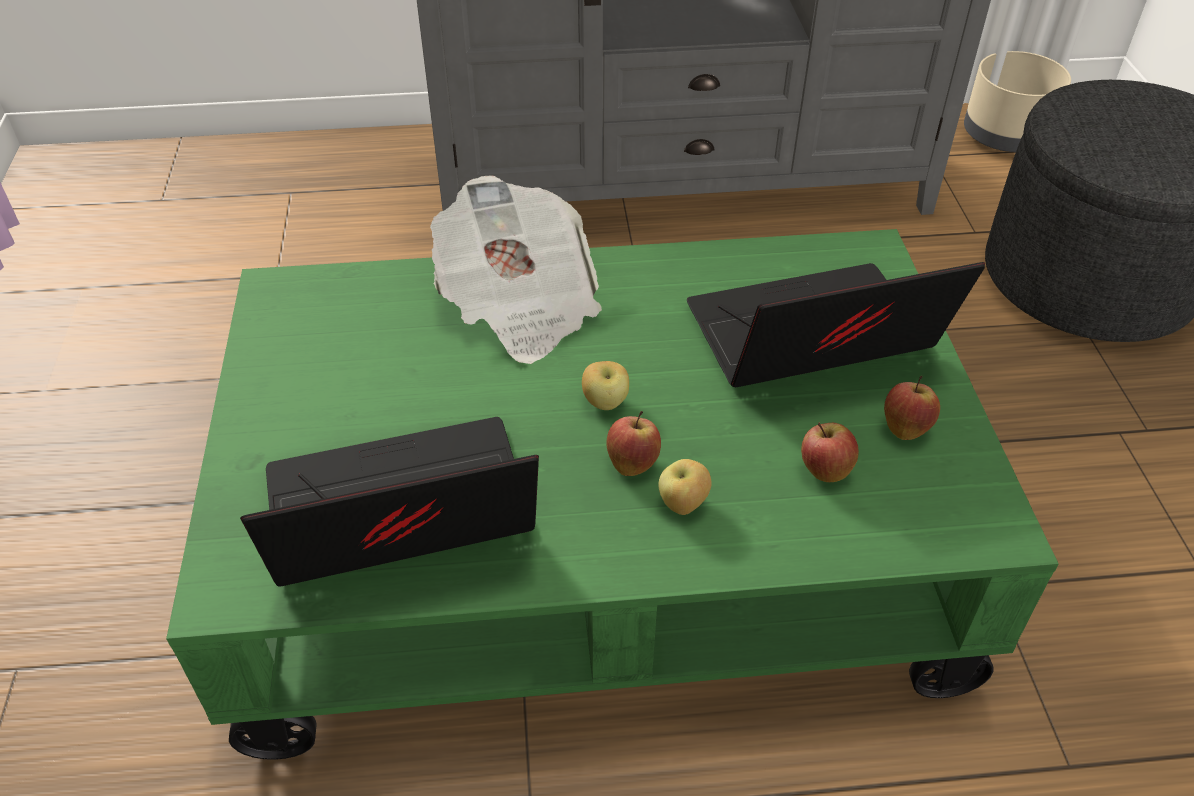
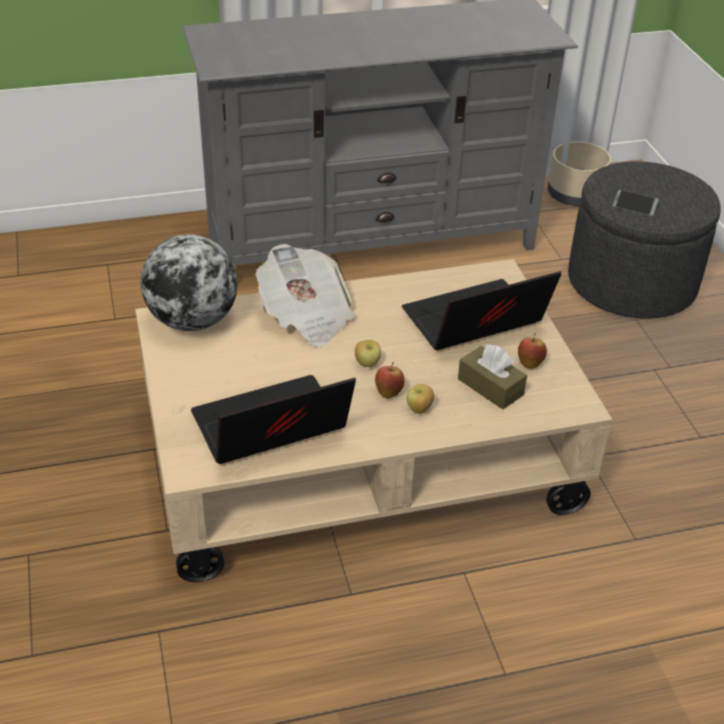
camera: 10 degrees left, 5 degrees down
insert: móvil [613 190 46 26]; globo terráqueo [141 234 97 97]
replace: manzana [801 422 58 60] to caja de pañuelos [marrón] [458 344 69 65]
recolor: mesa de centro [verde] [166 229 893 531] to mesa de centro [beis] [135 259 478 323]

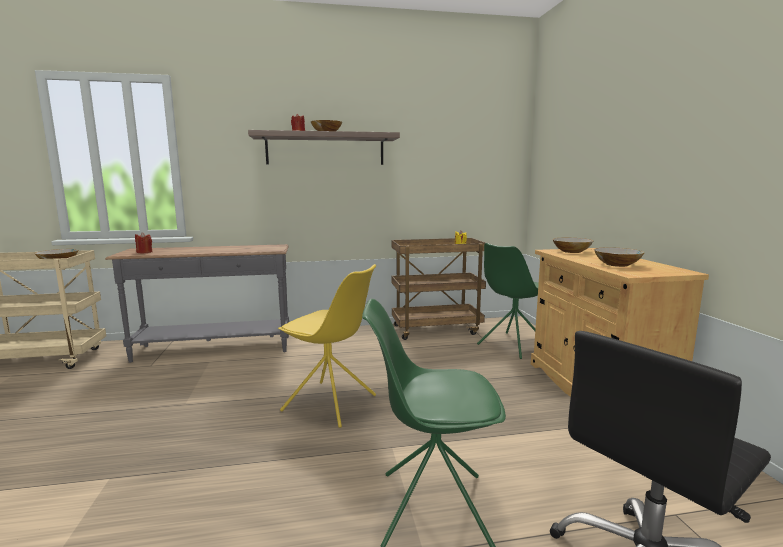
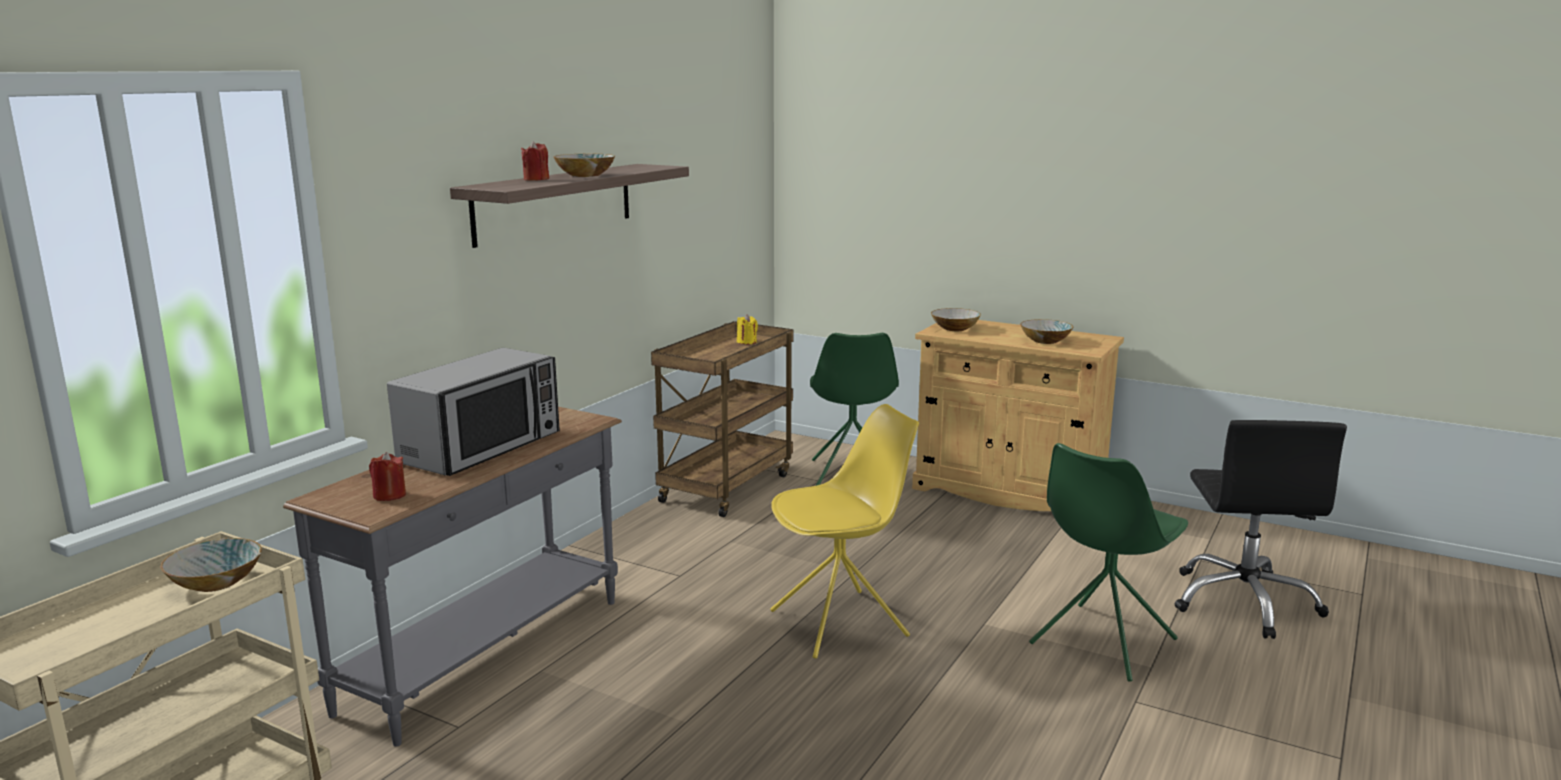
camera: 50 degrees left, 5 degrees up
insert: microondas [387 348 173 128]

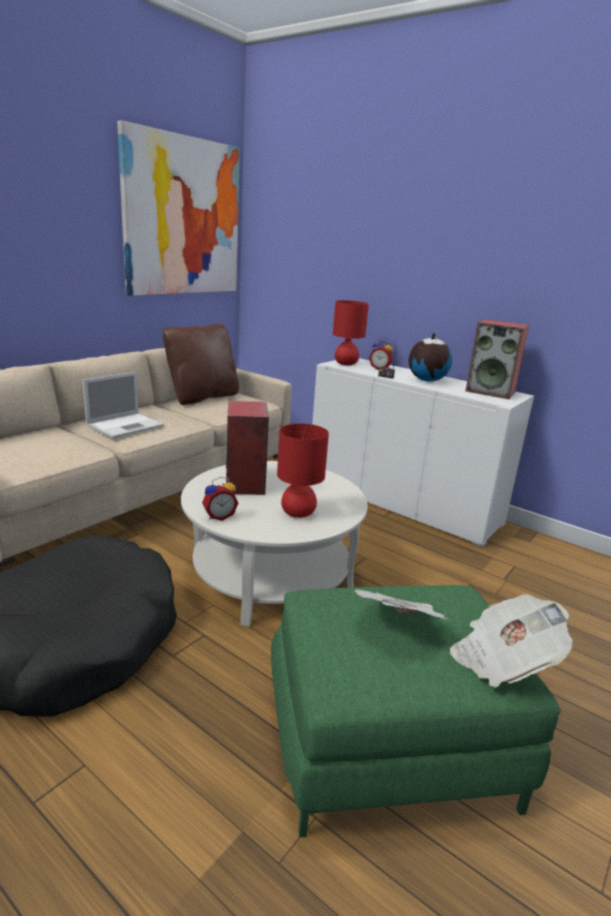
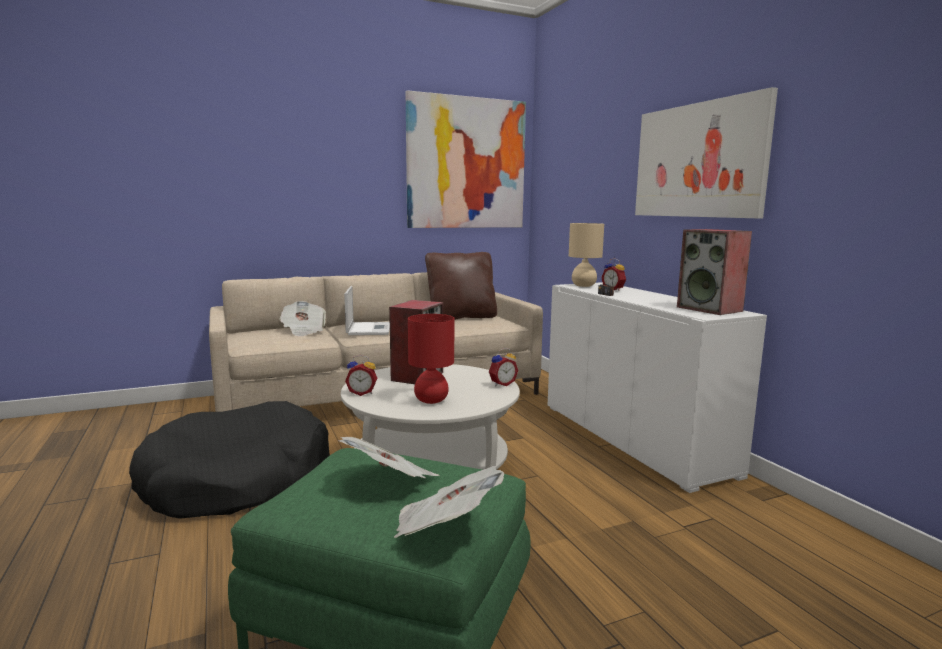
camera: 30 degrees right, 10 degrees down
delete: globo terráqueo [409 332 44 50]
insert: cuadro [635 87 143 131]; periódico [279 301 47 35]; despertador [489 348 29 38]
recolor: lámpara de mesa [rojo] [333 300 36 65] to lámpara de mesa [beis] [569 223 35 64]
rotate: portátil [83 372 81 67] = [344 286 46 49] 75 degrees counterclockwise

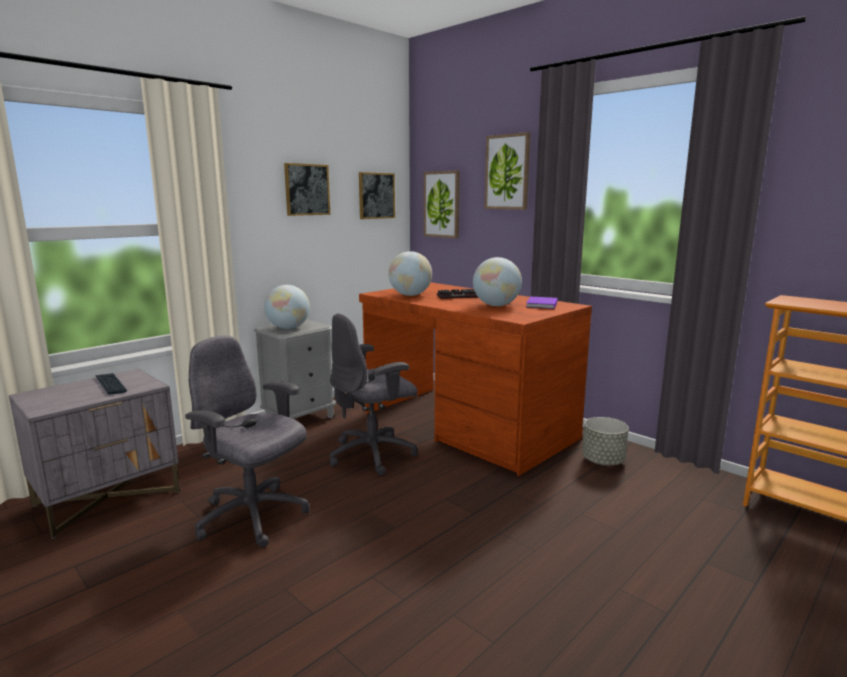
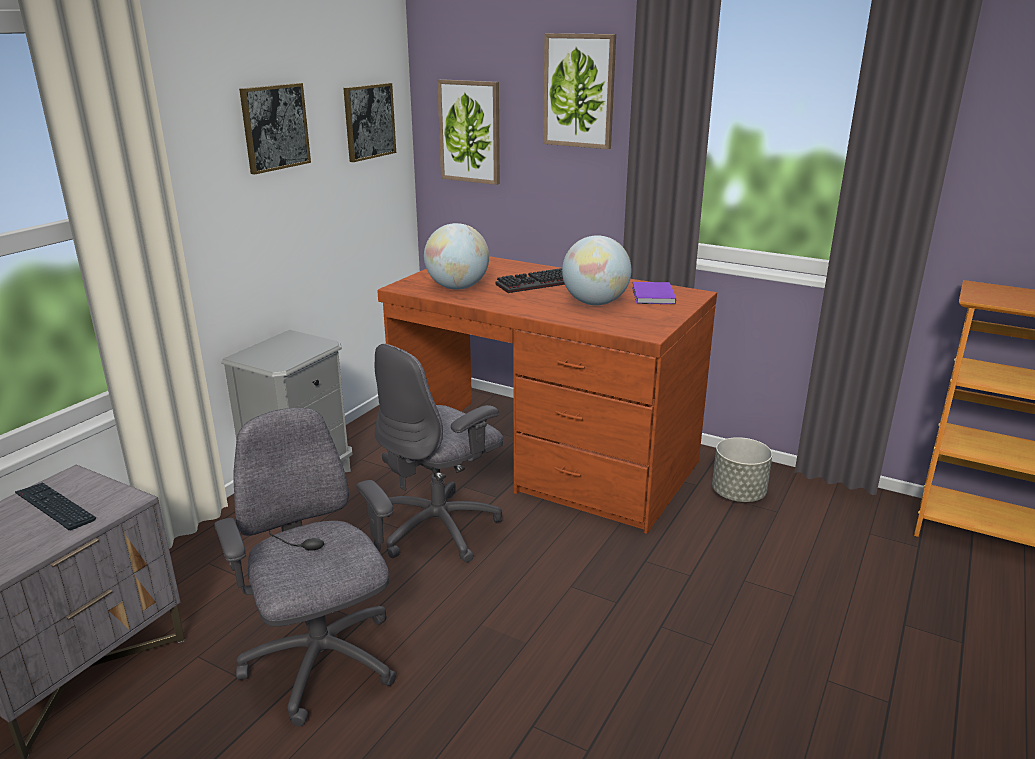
camera: 15 degrees left, 10 degrees up
delete: globo terráqueo [264 285 46 44]
rotate: silla de oficina [gris] [185 336 125 211] = [215 408 182 318] 45 degrees clockwise

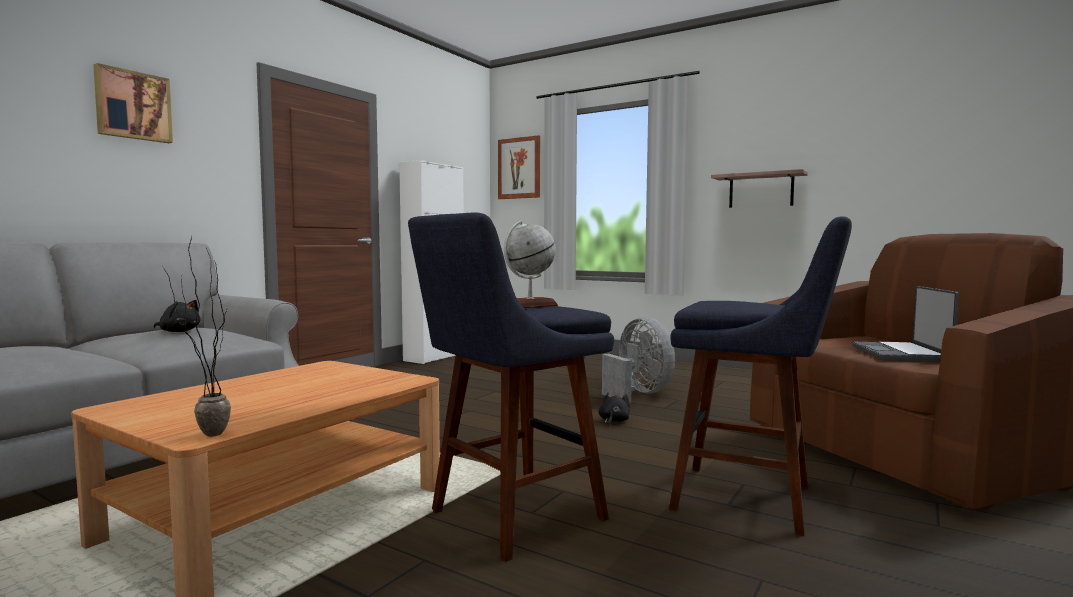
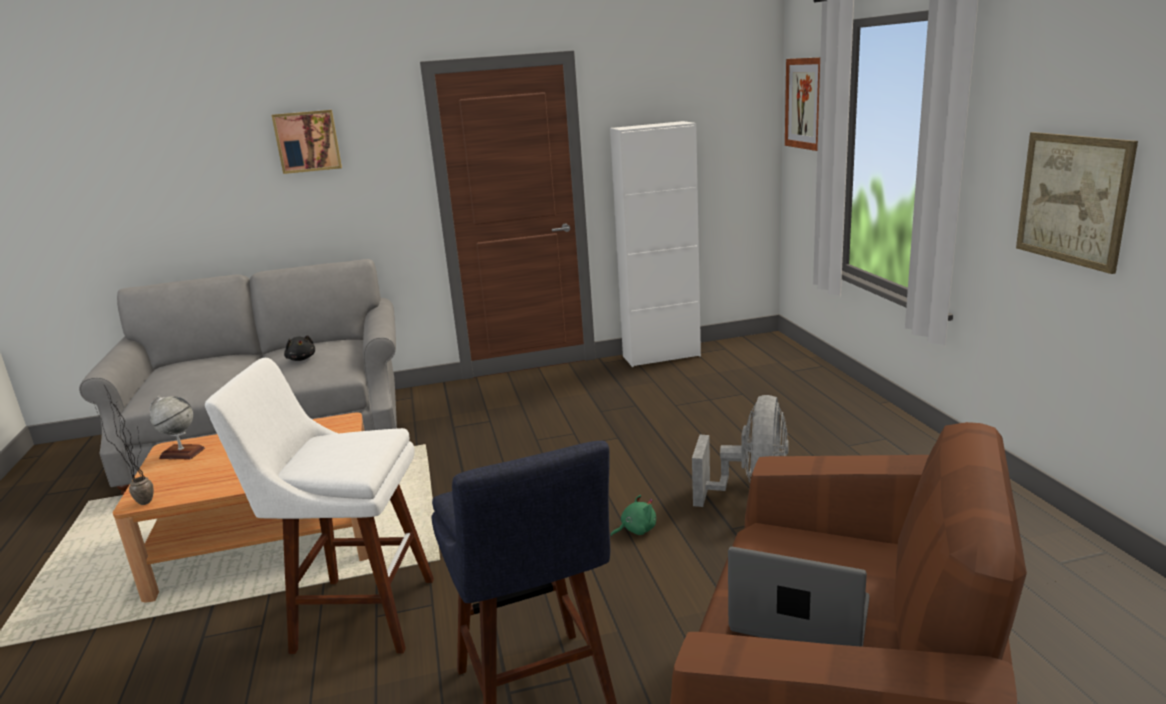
camera: 45 degrees right, 15 degrees up
move: globo terráqueo [504 221 54 87] to [150 396 55 63]
replace: estante [711 169 97 39] to cuadro [1016 132 122 142]
recolor: taburete [azul] [408 213 206 349] to taburete [blanco] [205 358 229 296]; peluche [negro] [598 392 32 34] to peluche [verde] [610 495 46 42]
rotate: portátil [852 286 108 76] = [728 547 141 100] 60 degrees clockwise

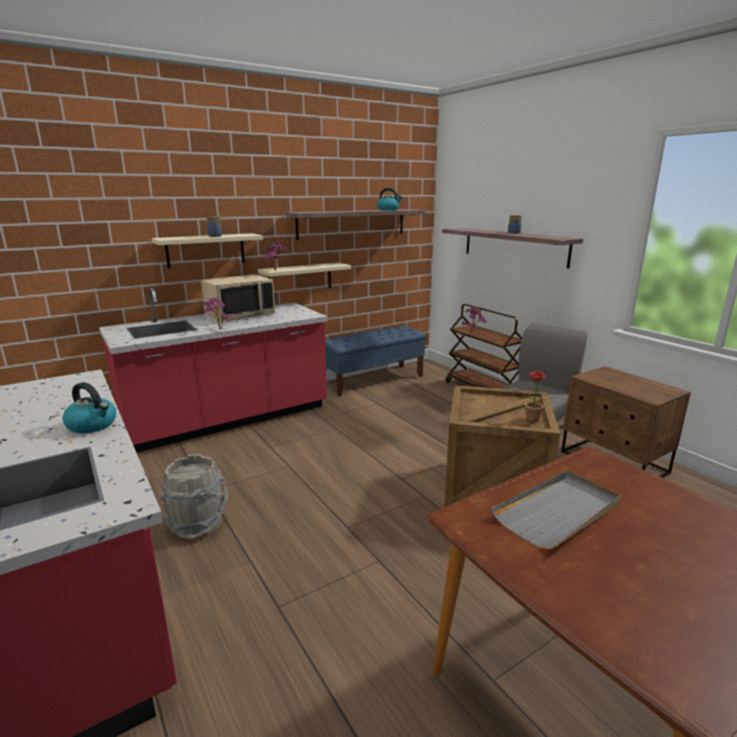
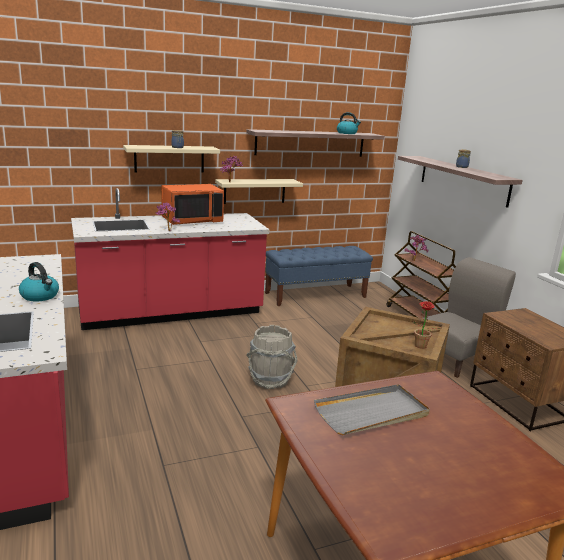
camera: 10 degrees right, 0 degrees up
move: cubo [gris] [160 454 69 85] to [246 325 51 64]
recolor: microondas [beis] [201 274 74 48] to microondas [naranja] [161 184 63 41]

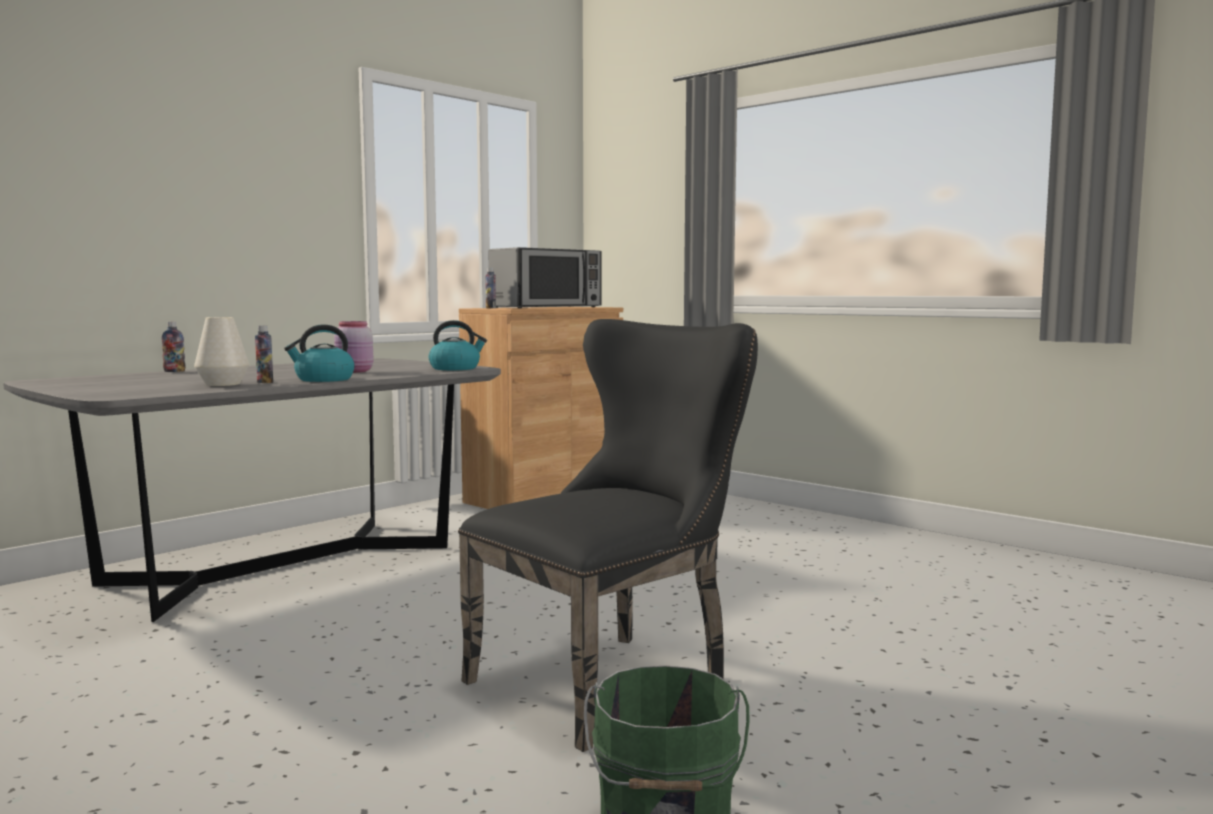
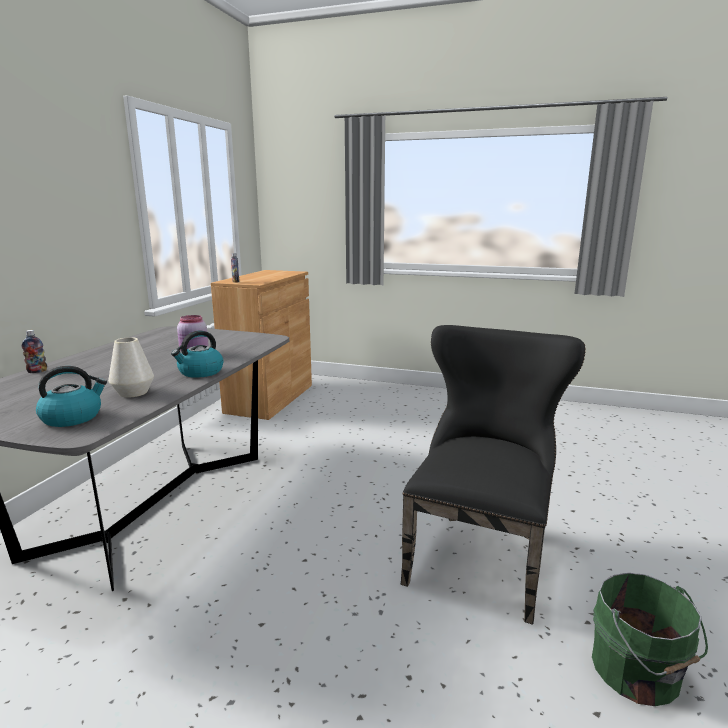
camera: 25 degrees left, 10 degrees up
delete: microondas [488 247 114 61]; botella [255 325 18 58]
move: hervidor [428 320 59 50] to [36 366 71 61]

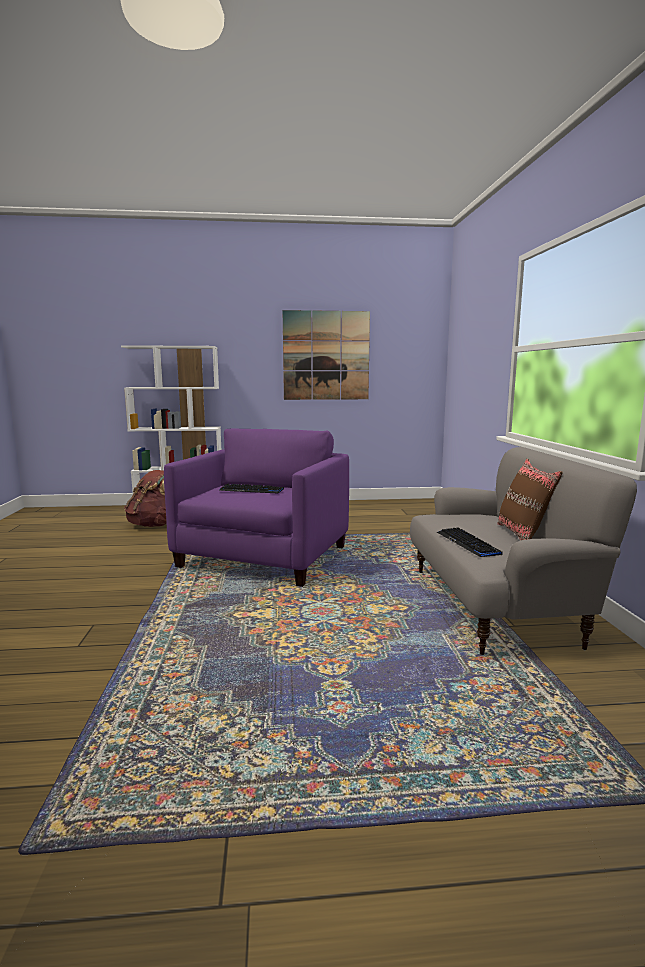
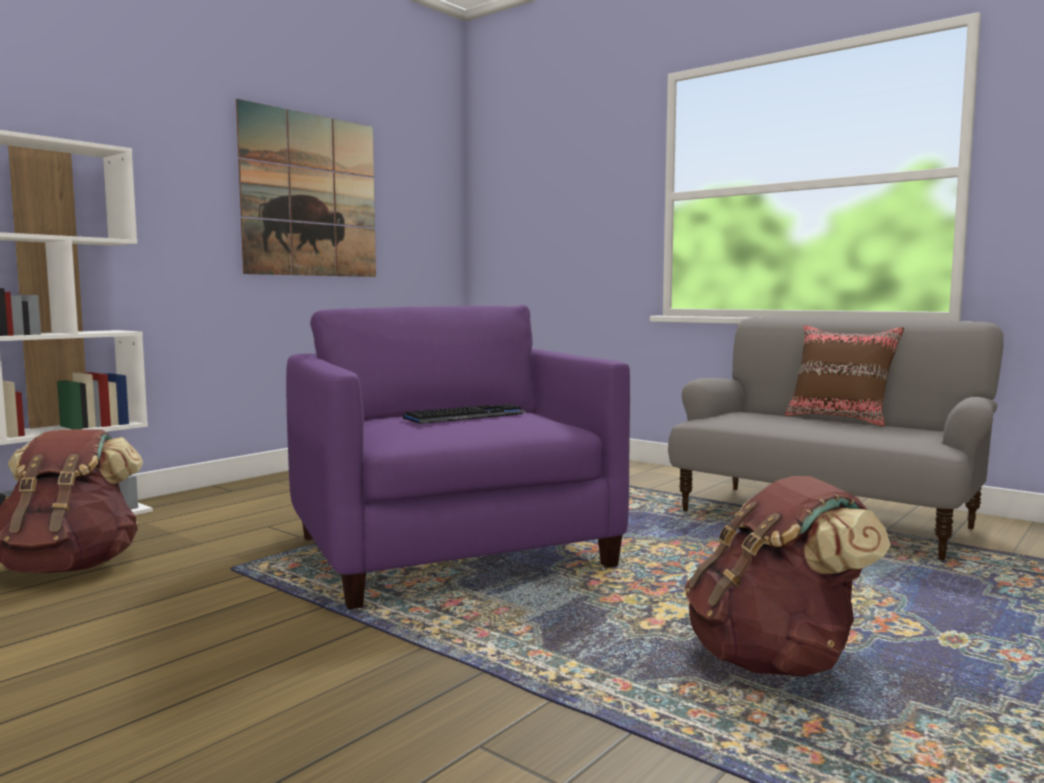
camera: 45 degrees left, 5 degrees down
delete: teclado [437 527 66 30]
insert: mochila [marrón] [685 476 206 201]

